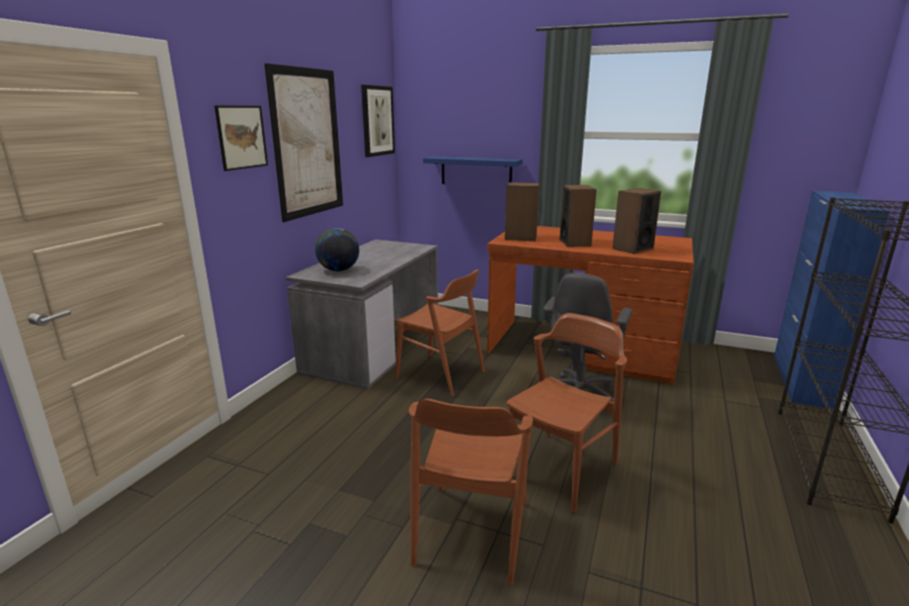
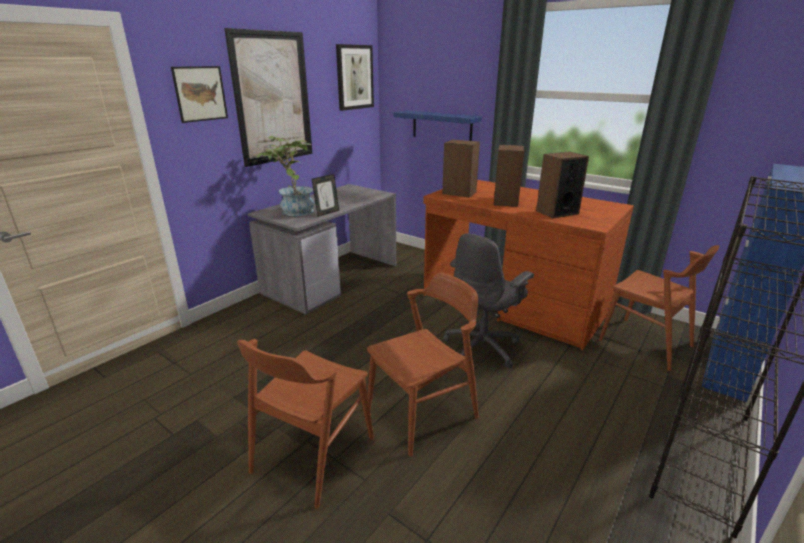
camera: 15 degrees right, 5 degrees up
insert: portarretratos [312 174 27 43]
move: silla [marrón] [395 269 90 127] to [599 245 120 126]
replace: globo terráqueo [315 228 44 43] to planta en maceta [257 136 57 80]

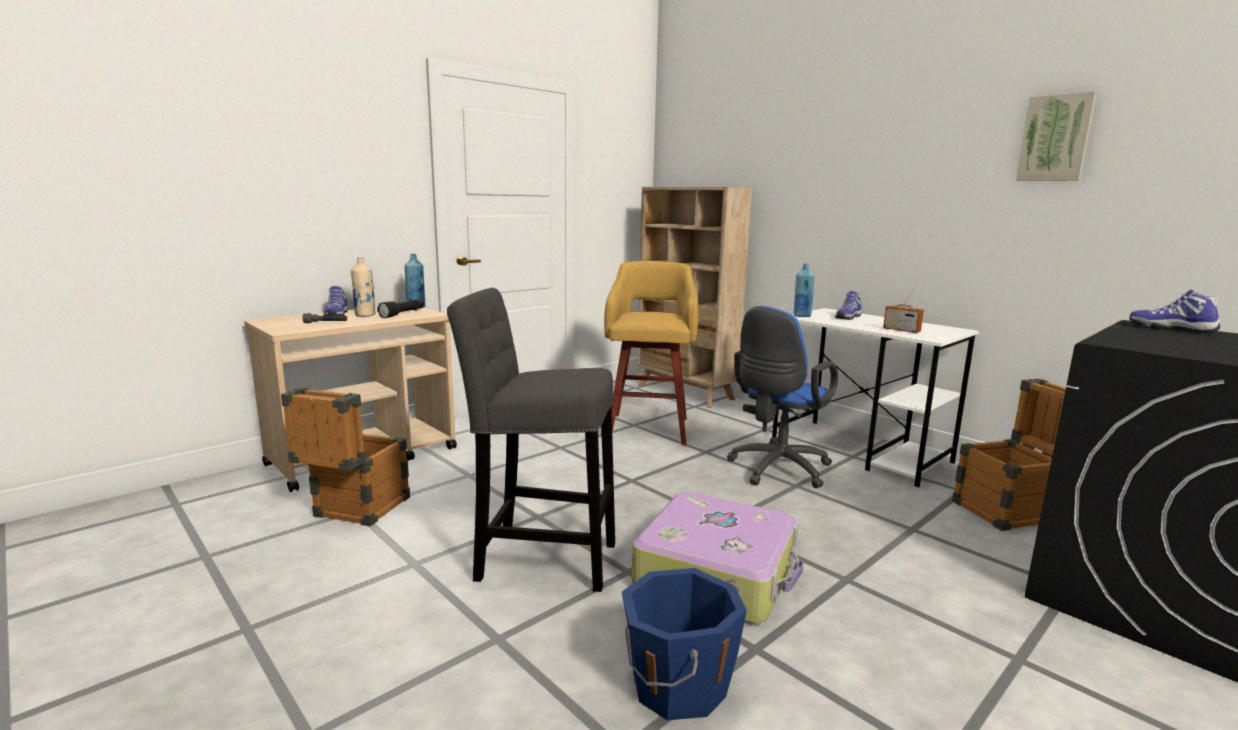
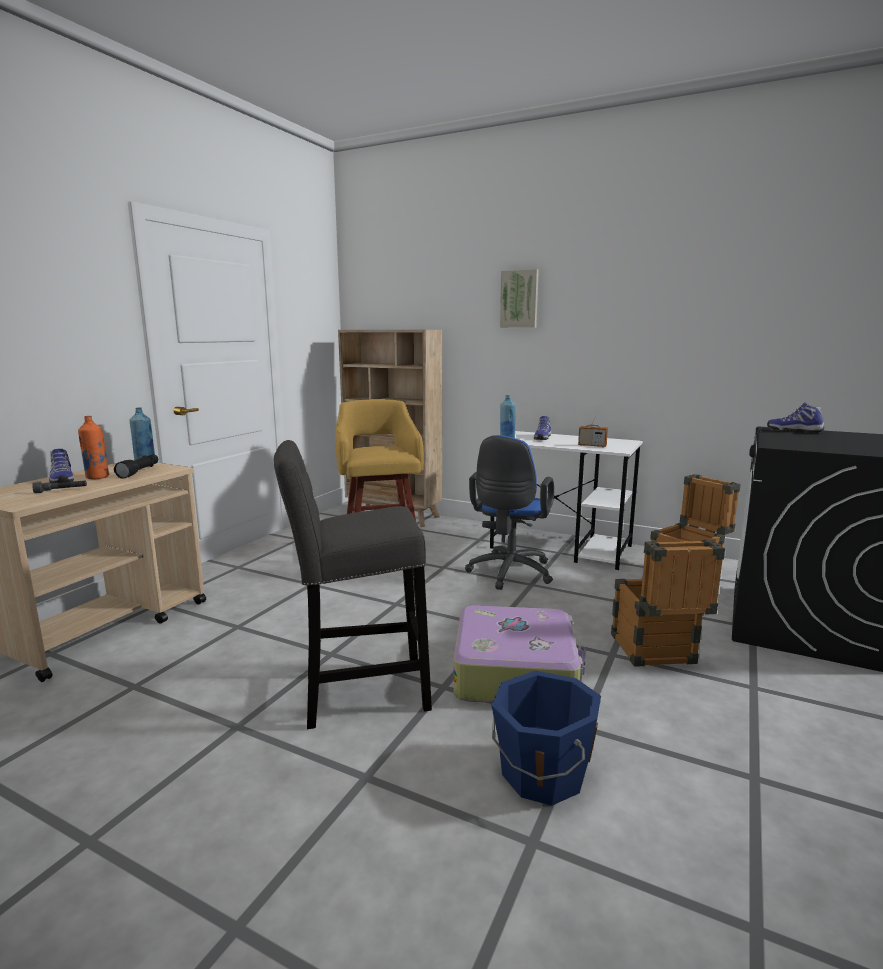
camera: 20 degrees left, 0 degrees up
move: cuadro [1016 91 81 90] to [500 269 39 59]; caja de embalaje [281 387 129 139] to [611 539 114 128]
recolor: botella [beis] [351 257 25 60] to botella [naranja] [78 416 32 63]

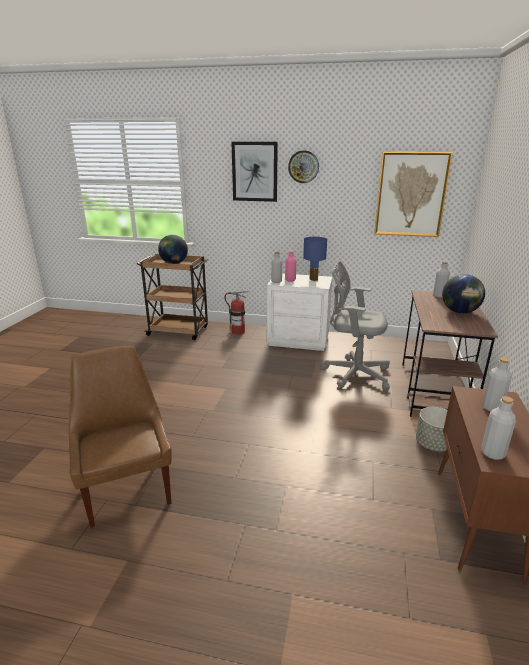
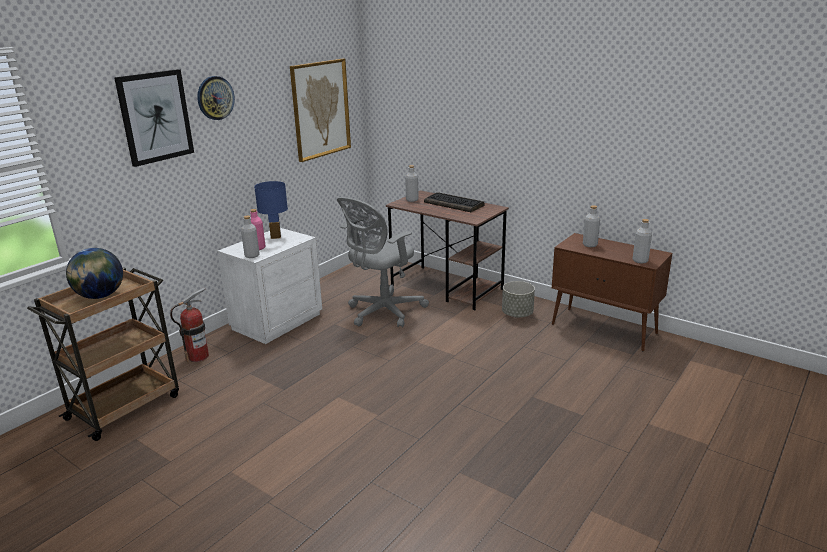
camera: 65 degrees left, 0 degrees up
delete: silla [marrón] [69 346 103 181]
replace: globo terráqueo [442 274 43 39] to teclado [424 192 61 20]

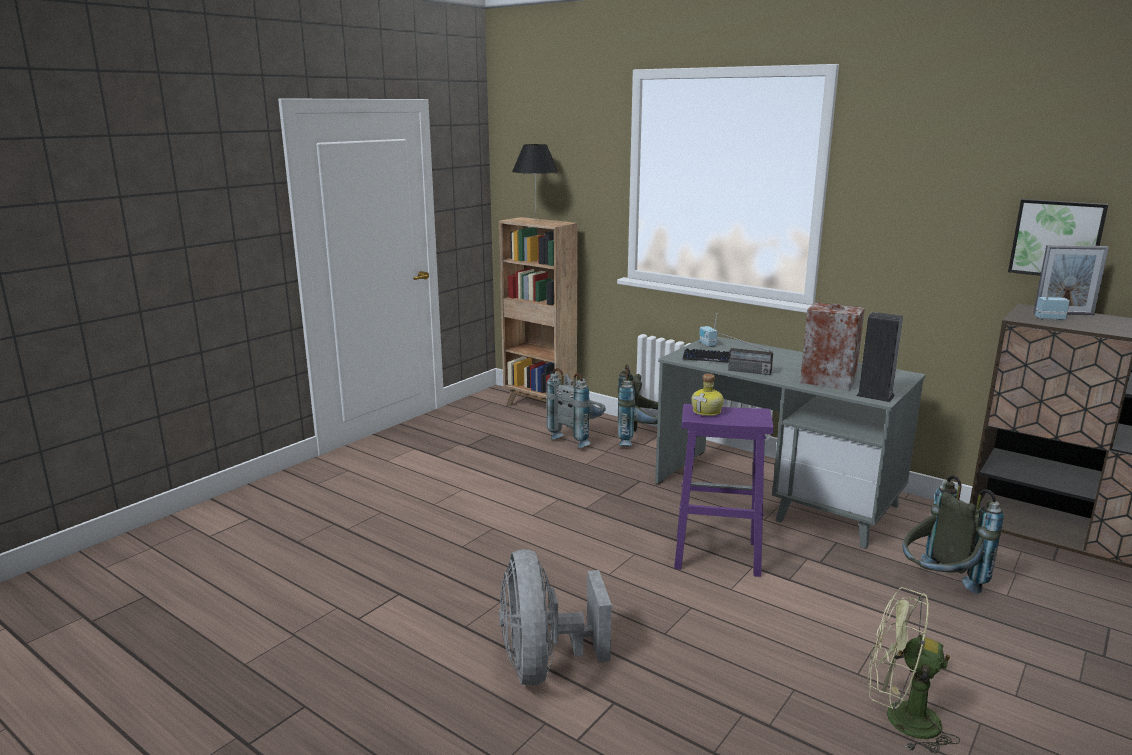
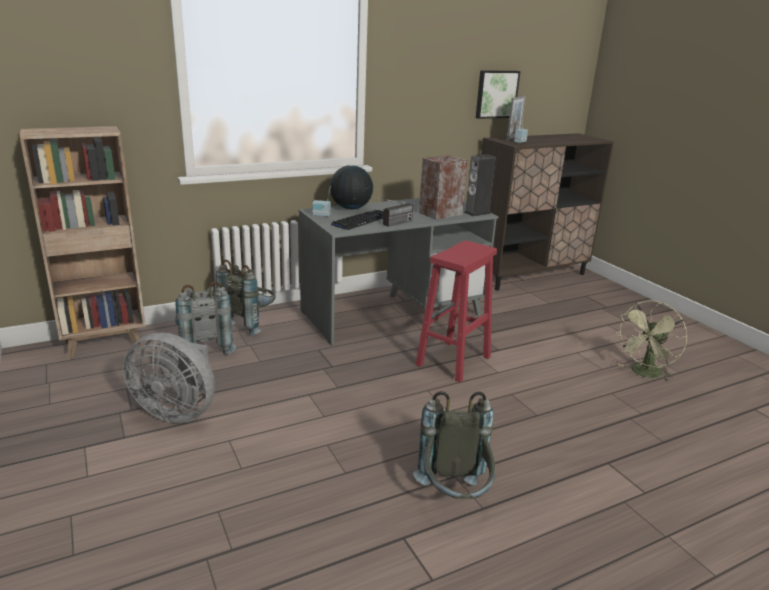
camera: 65 degrees left, 5 degrees up
delete: lámpara de mesa [negro] [512 144 47 58]; botella [691 374 33 42]
insert: globo terráqueo [330 165 43 44]
move: mochila [gris] [902 475 102 119] to [413 391 83 108]; ventilador [gris] [499 549 113 137] to [123 332 92 91]
recolor: taburete [morado] [674 404 99 173] to taburete [rojo] [415 240 82 143]

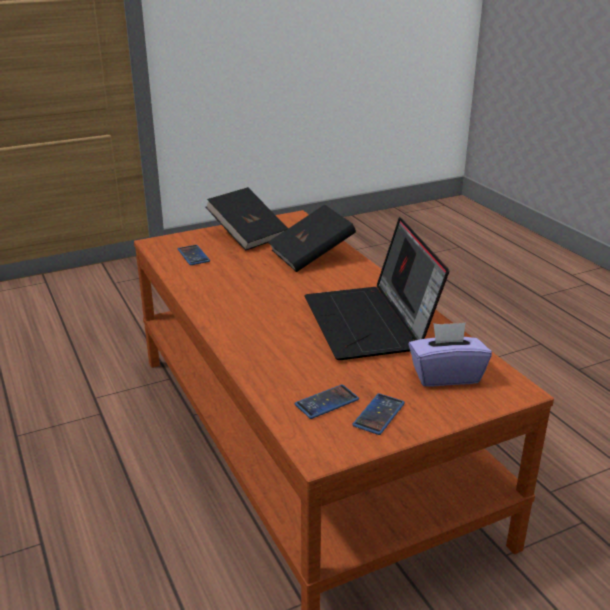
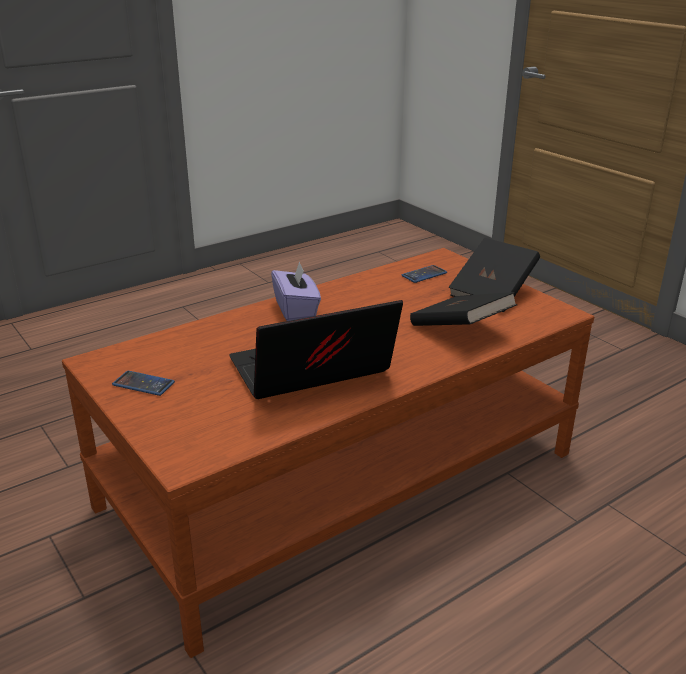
camera: 80 degrees right, 0 degrees up
delete: móvil [295 384 64 35]
move: caja de pañuelos [morado] [408 323 84 63] to [271 261 50 60]

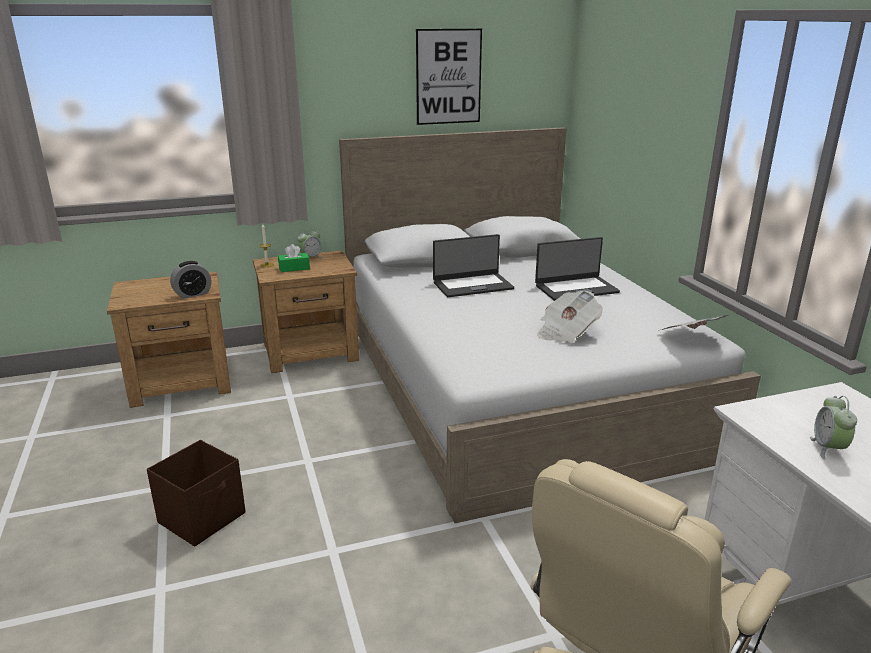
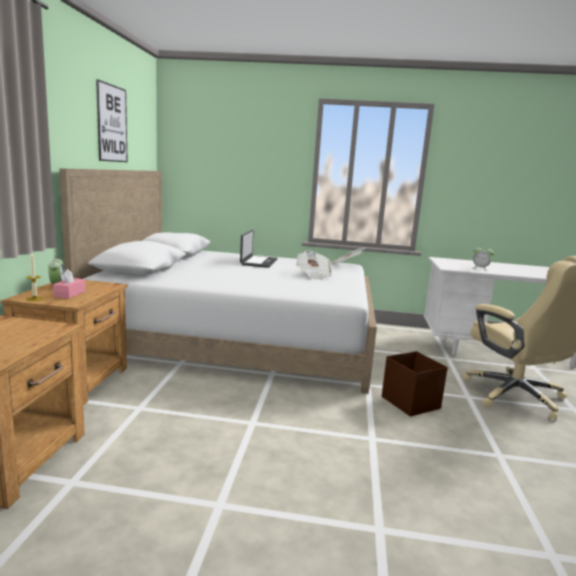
camera: 65 degrees left, 10 degrees down
delete: portátil [433 234 81 63]; despertador [170 261 41 38]
move: caja de almacenaje [marrón] [147 440 99 107] to [382 351 66 66]
recolor: caja de pañuelos [verde] [278 244 32 28] to caja de pañuelos [rosa] [53 269 33 30]

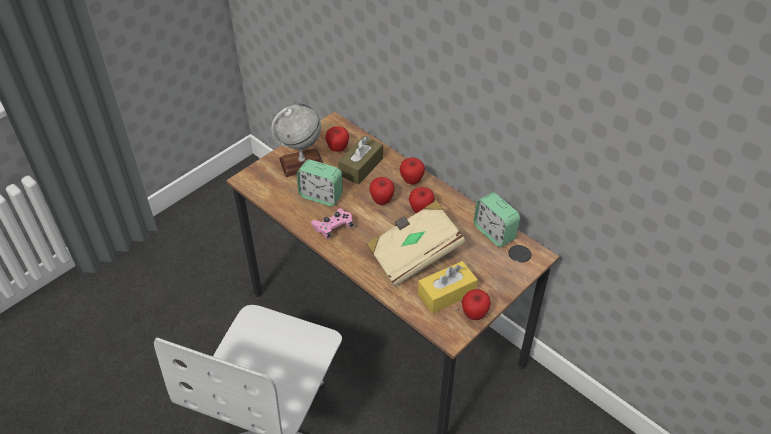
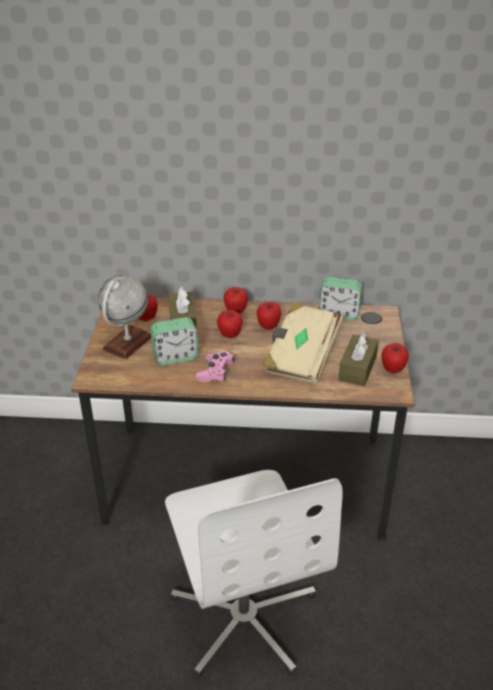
camera: 40 degrees left, 10 degrees down
recolor: caja de pañuelos [amarillo] [418 261 60 53] to caja de pañuelos [marrón] [338 332 41 54]

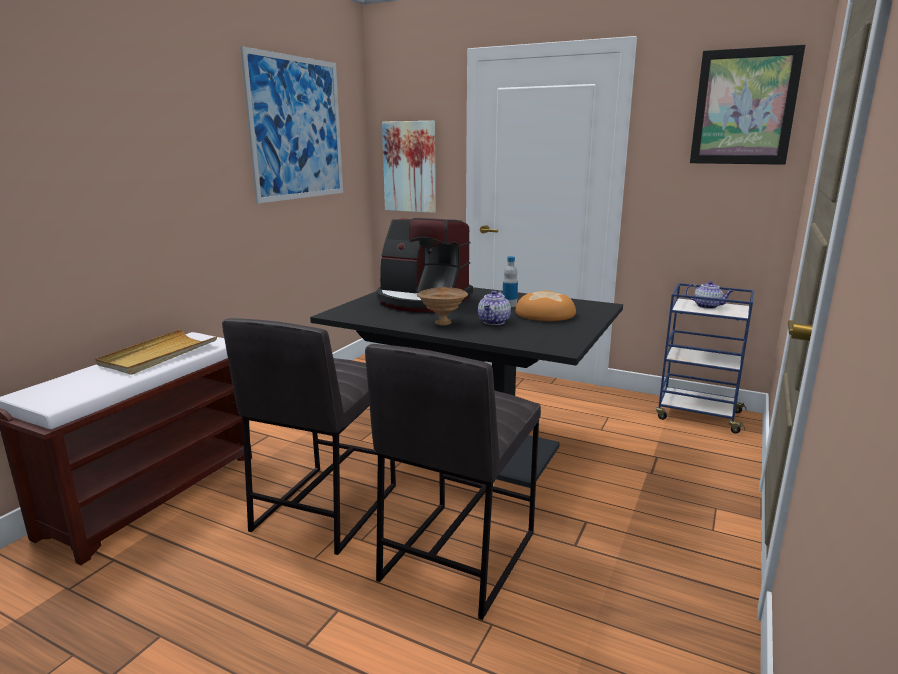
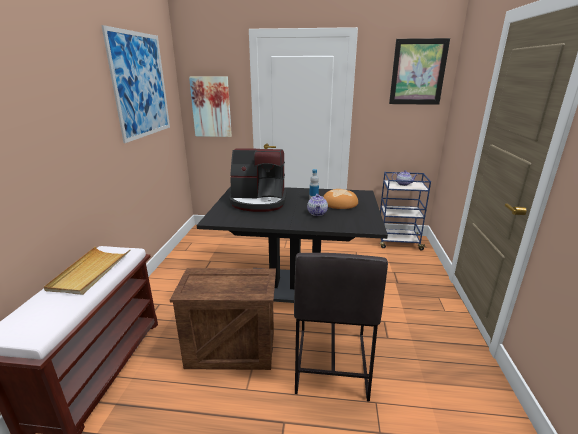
camera: 20 degrees left, 5 degrees up
delete: cuenco [marrón] [417 287 51 38]
replace: taburete [gris] [222 318 174 237] to caja de embalaje [170 268 106 102]

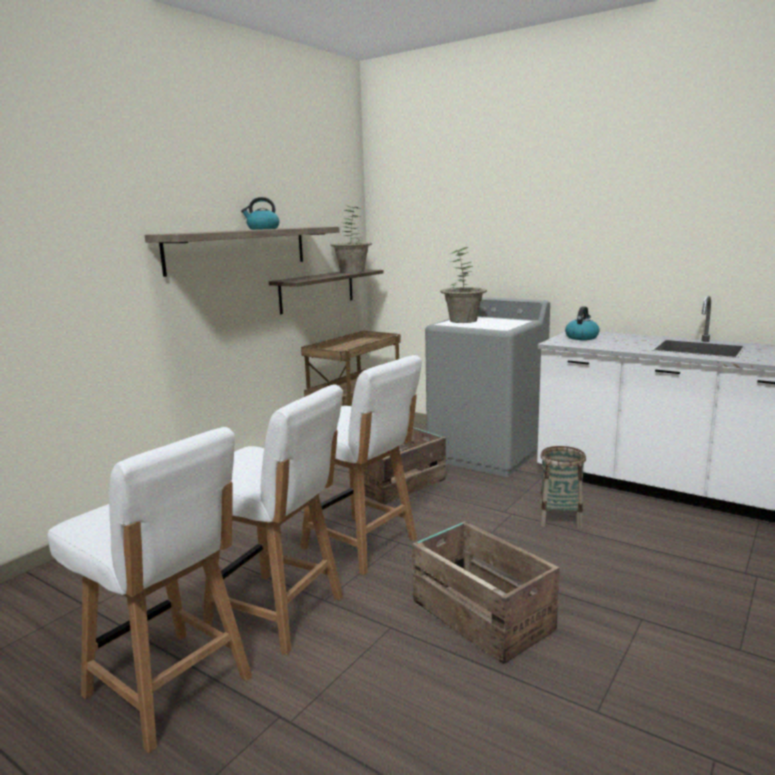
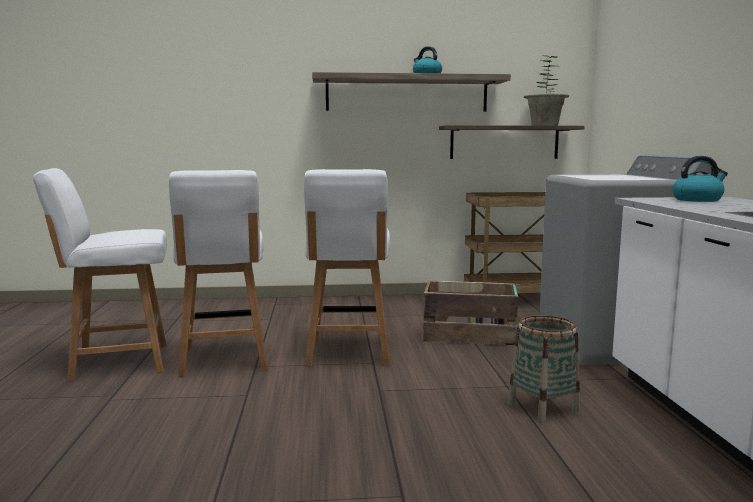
camera: 50 degrees right, 5 degrees down
delete: planta en maceta [440 247 47 76]; caja de embalaje [412 521 148 143]
rotate: silla [blanco] [48 427 204 326] = [33 168 134 214] 75 degrees clockwise

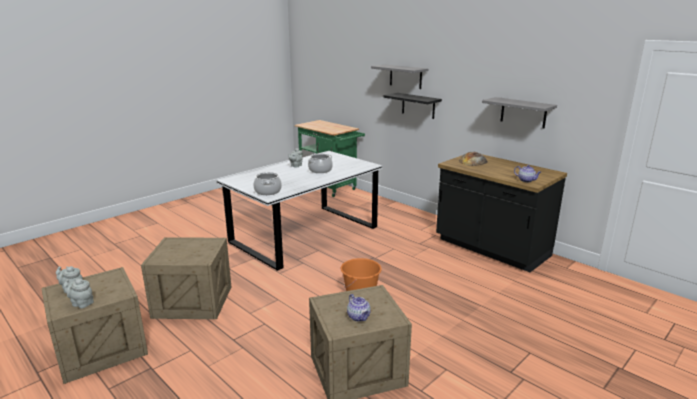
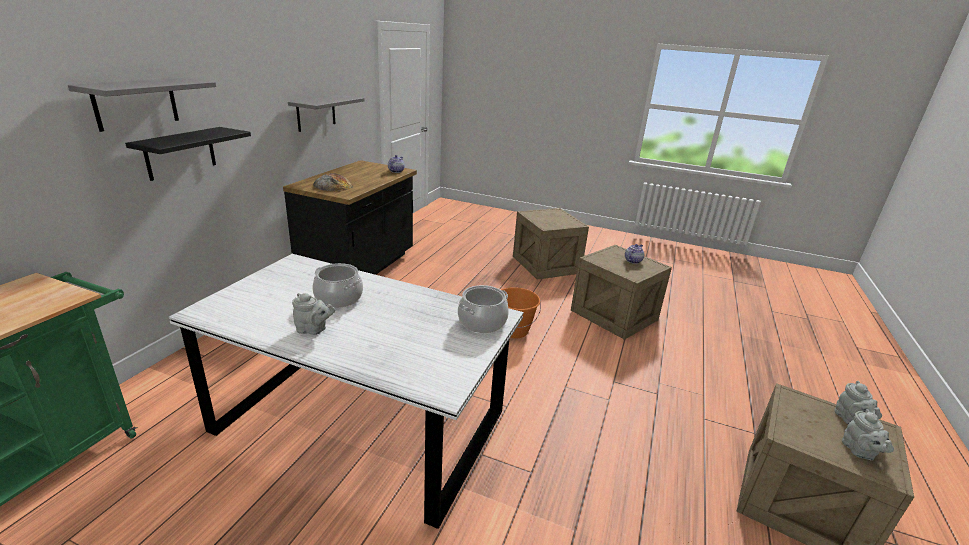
camera: 115 degrees left, 5 degrees up
move: caja de embalaje [141 237 90 82] to [513 208 76 72]

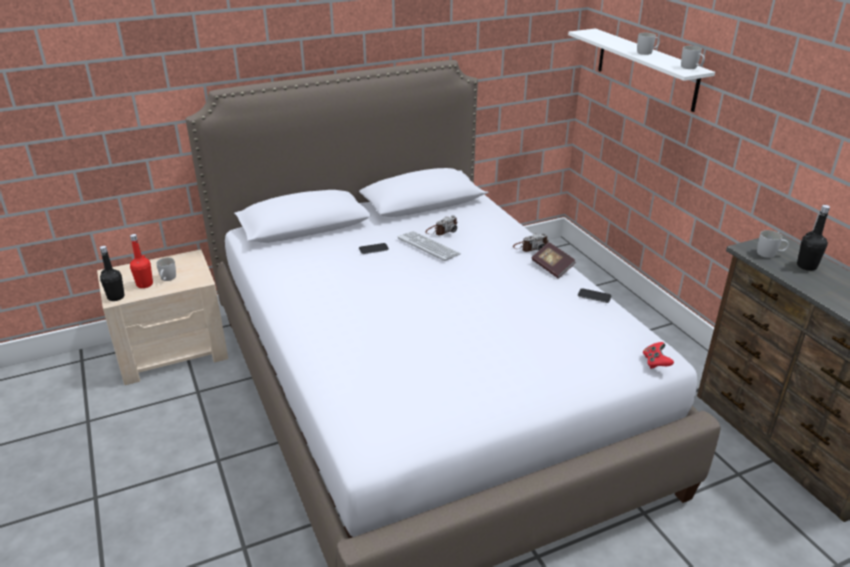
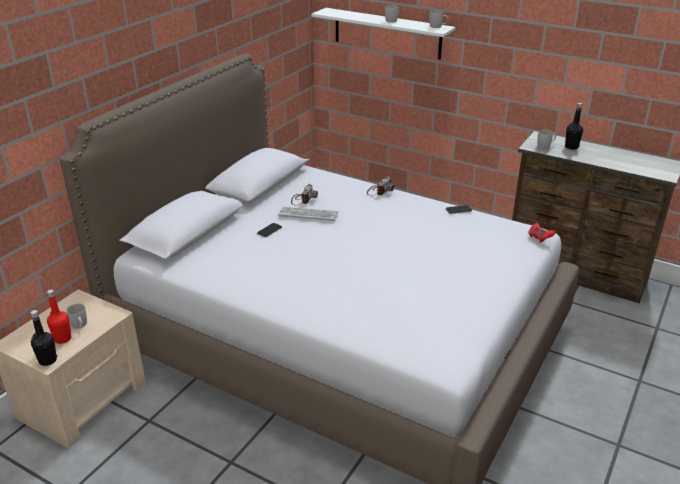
camera: 35 degrees left, 0 degrees up
delete: libro [532 242 44 37]

